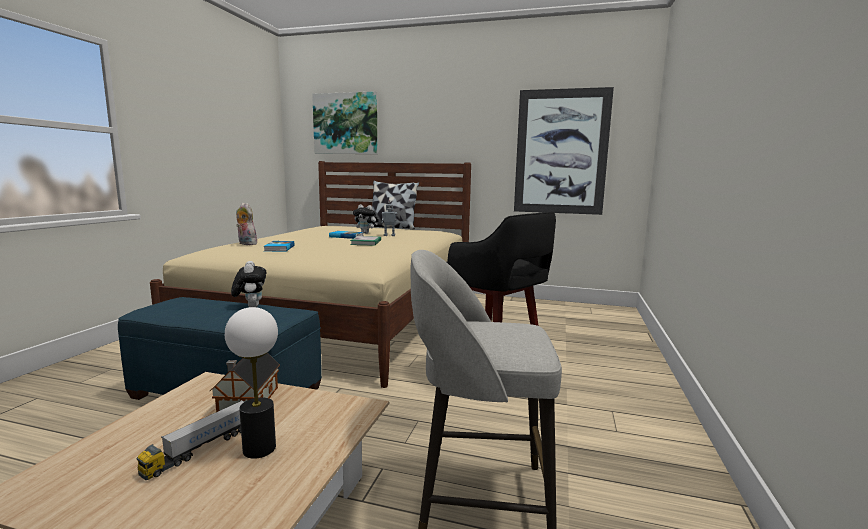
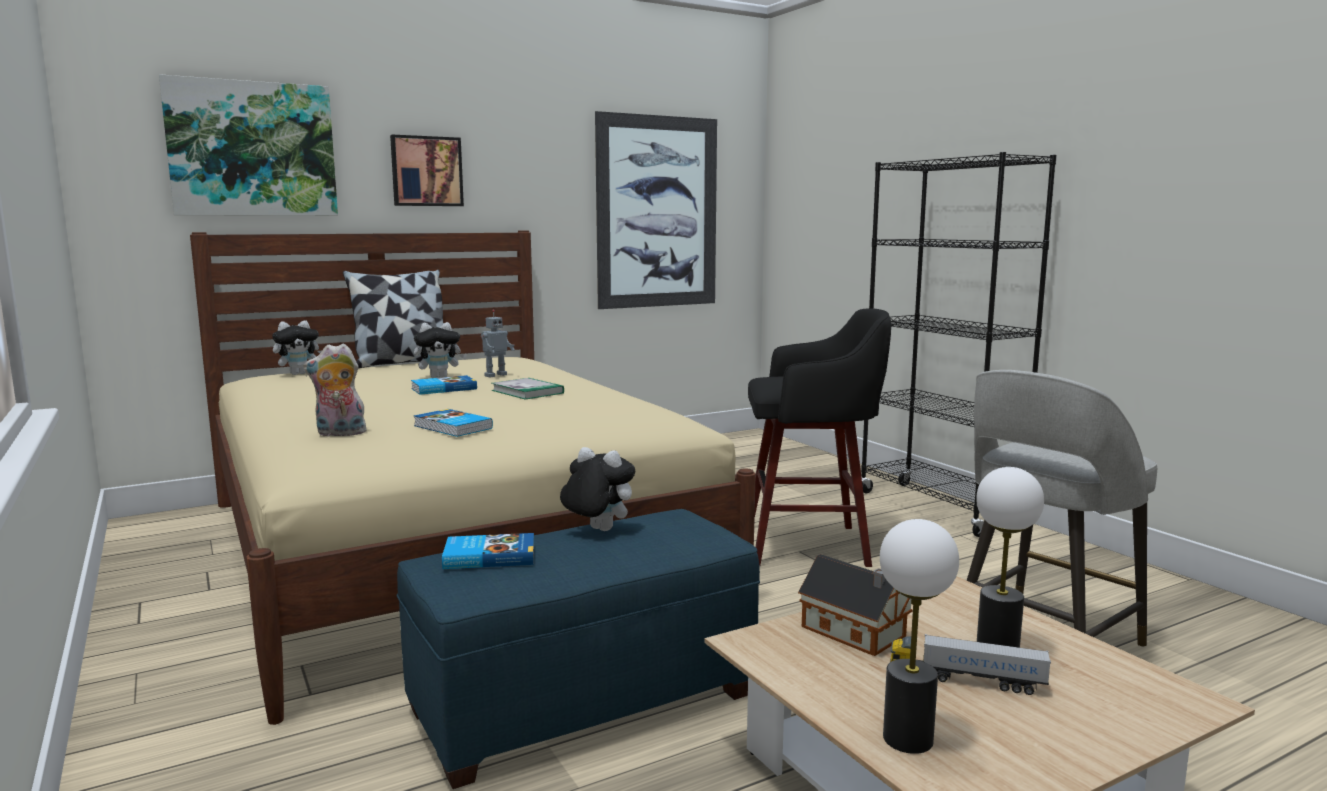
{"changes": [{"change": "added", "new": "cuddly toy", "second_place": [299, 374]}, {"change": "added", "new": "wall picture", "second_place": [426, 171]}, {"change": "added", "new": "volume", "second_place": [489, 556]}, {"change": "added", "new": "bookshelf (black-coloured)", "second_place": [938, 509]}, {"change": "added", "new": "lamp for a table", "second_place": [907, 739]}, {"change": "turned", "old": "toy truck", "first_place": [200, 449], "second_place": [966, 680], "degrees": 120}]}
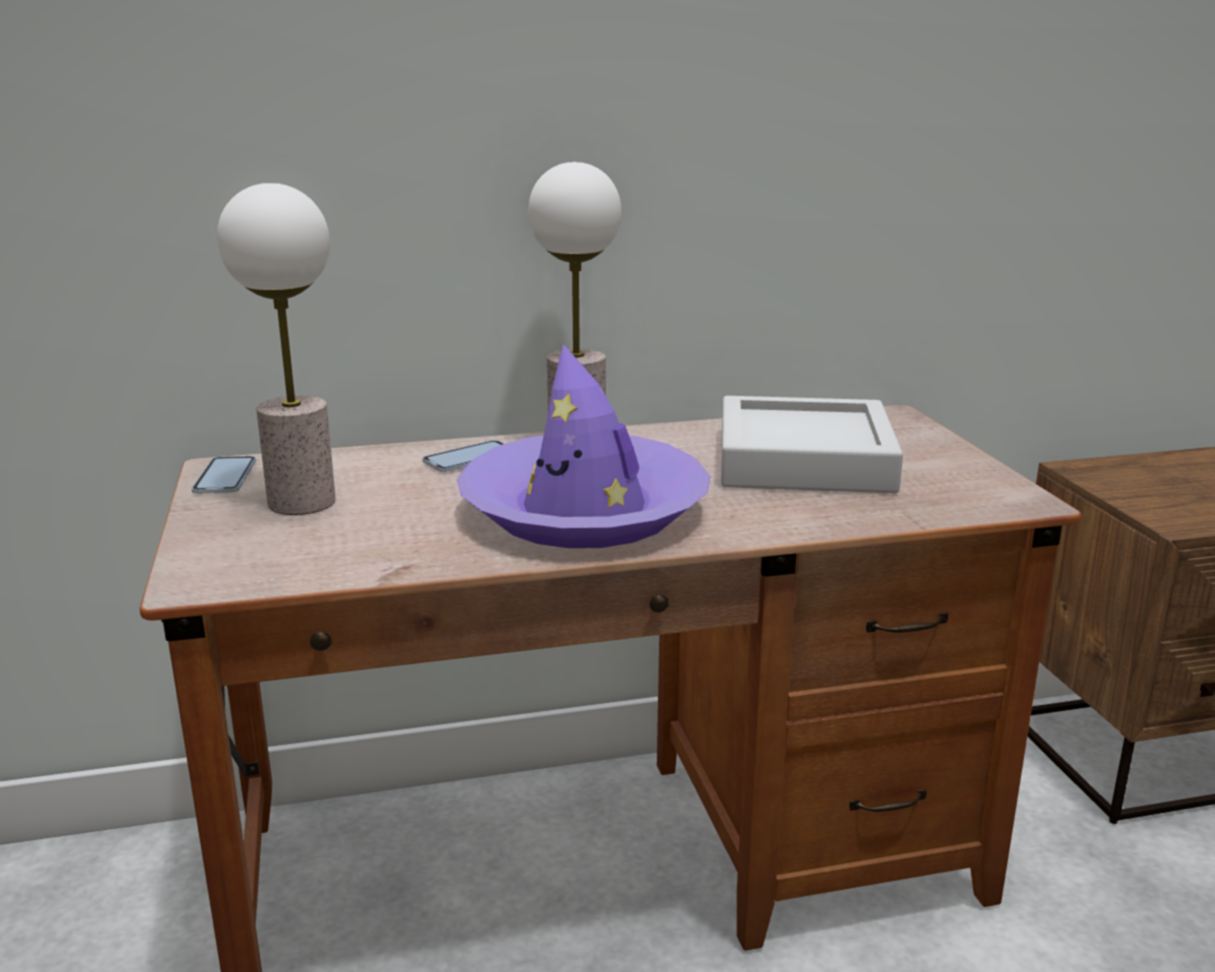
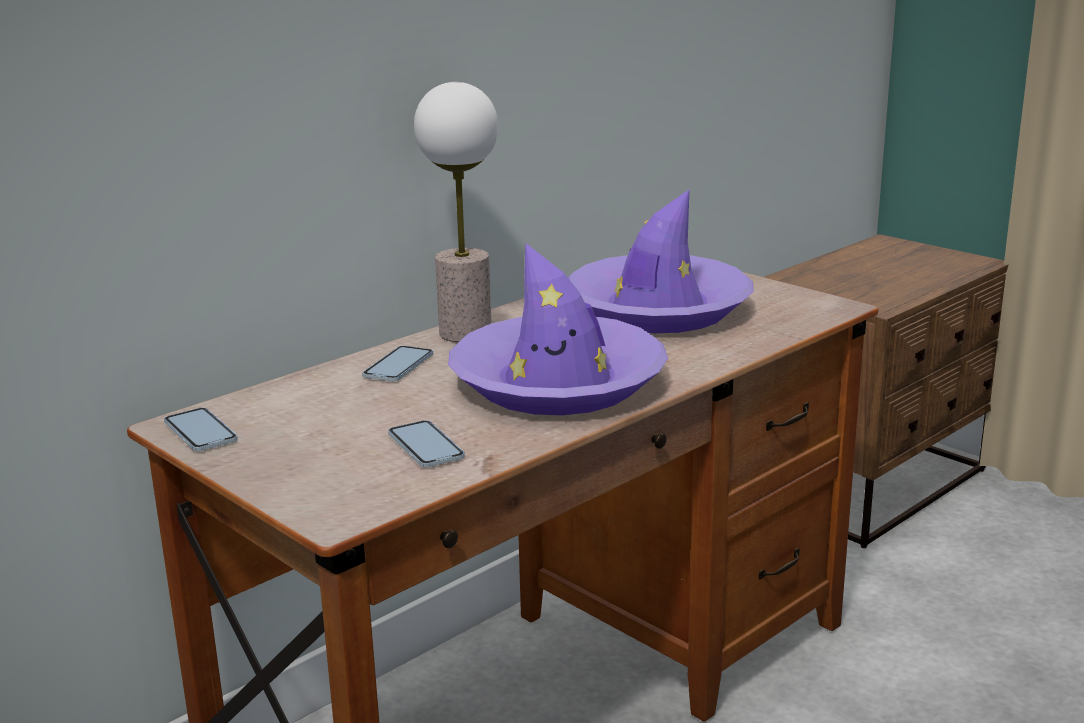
{"changes": [{"change": "added", "new": "telephone", "second_place": [425, 446]}, {"change": "replaced", "old": "tray (gray)", "new": "clothing hat (purplish)", "first_place": [804, 460], "second_place": [657, 310]}, {"change": "removed", "old": "lamp for a table", "first_place": [301, 502]}]}
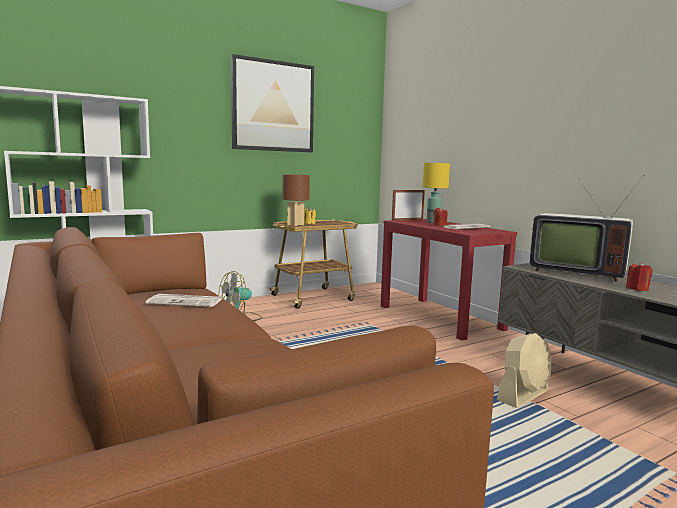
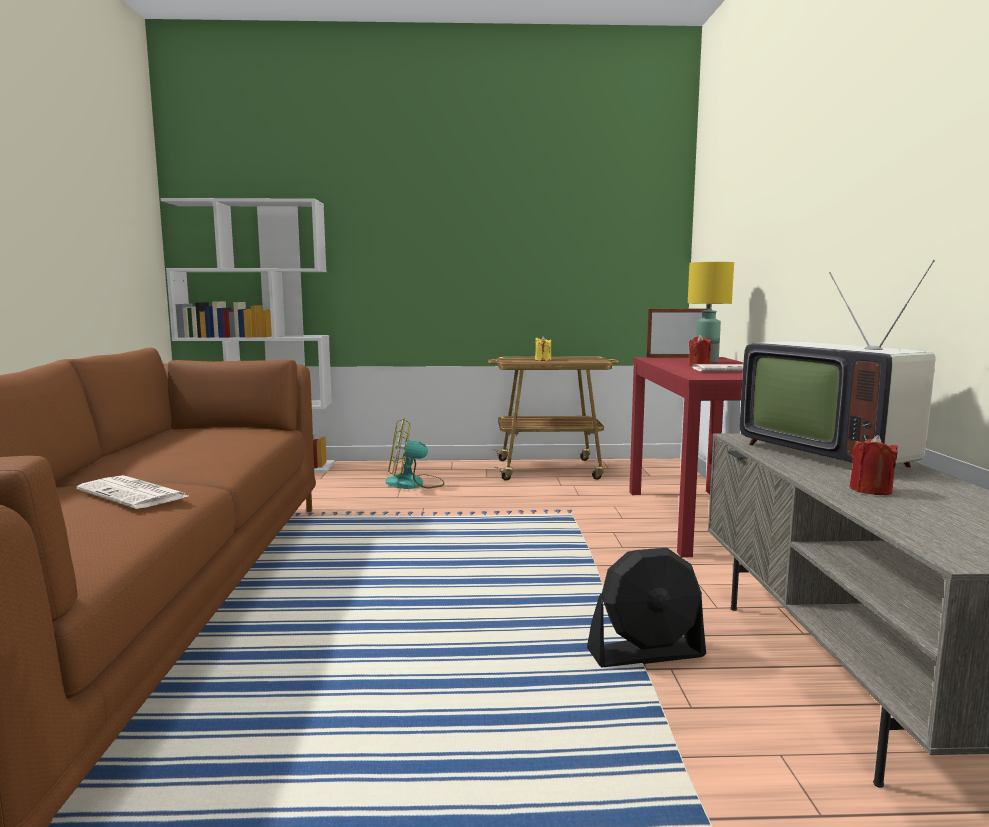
{"changes": [{"change": "moved", "old": "printed paper", "first_place": [186, 302], "second_place": [135, 494]}, {"change": "recoloured", "old": "cooling fan (sand-coloured)", "new": "cooling fan (black-coloured)", "first_place": [523, 395], "second_place": [646, 653]}, {"change": "removed", "old": "wall picture", "first_place": [273, 106]}, {"change": "removed", "old": "lamp for a table (brown-coloured)", "first_place": [295, 224]}]}
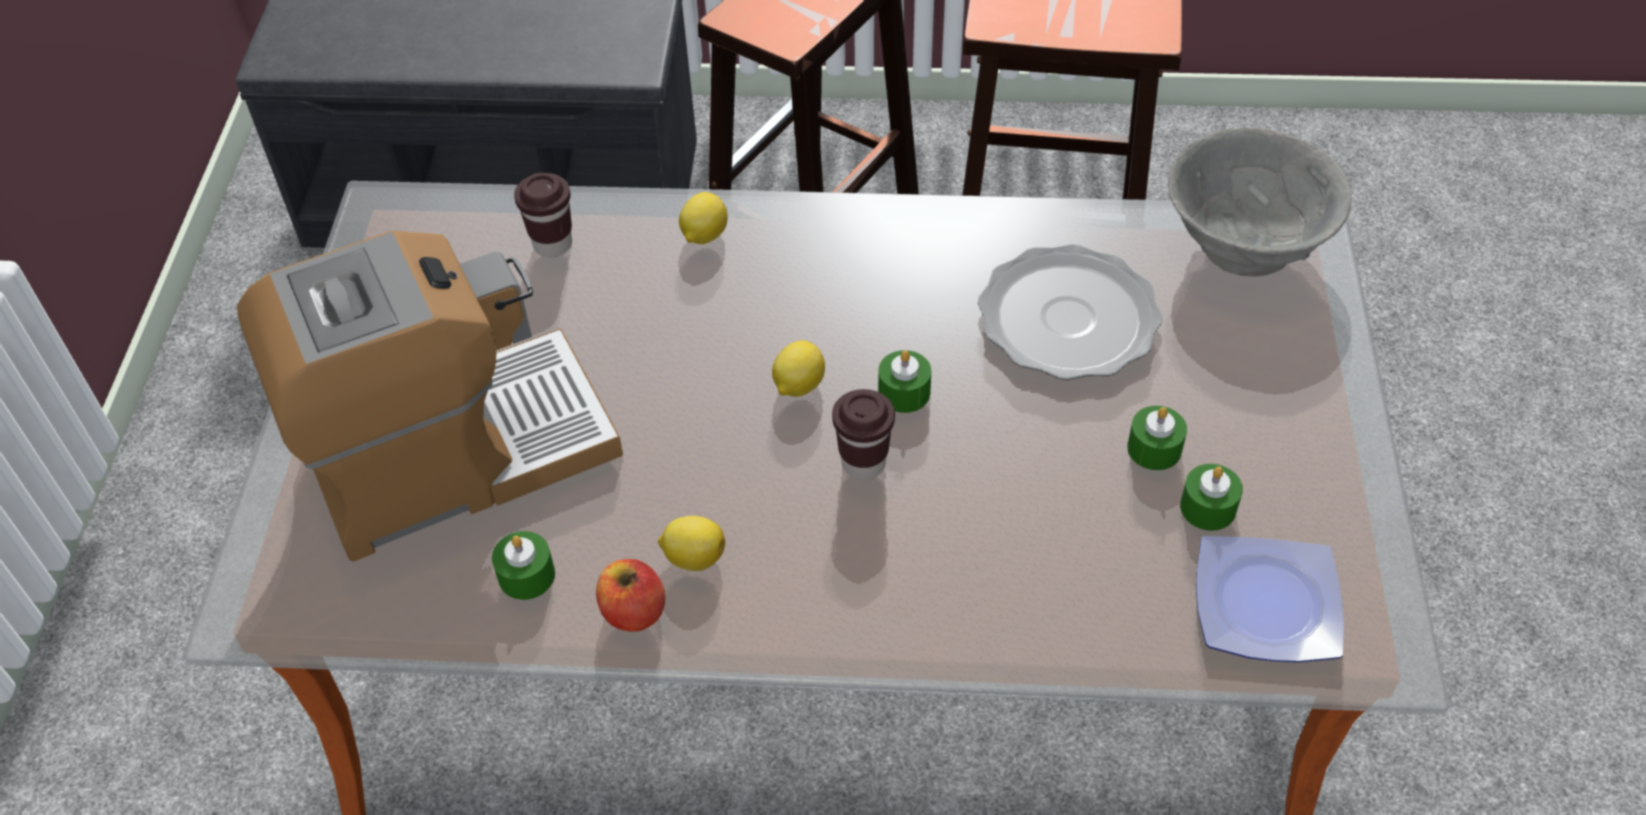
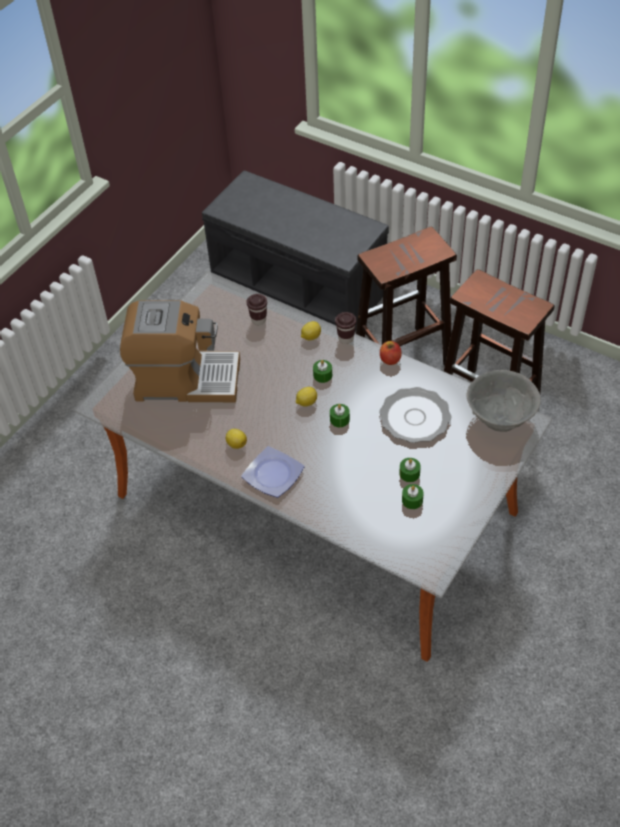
{"changes": [{"change": "moved", "old": "plate", "first_place": [1269, 607], "second_place": [273, 475]}, {"change": "moved", "old": "candle (green-coloured)", "first_place": [526, 575], "second_place": [322, 375]}, {"change": "moved", "old": "cup (brown-coloured)", "first_place": [863, 463], "second_place": [346, 338]}, {"change": "moved", "old": "apple fruit", "first_place": [633, 612], "second_place": [390, 359]}]}
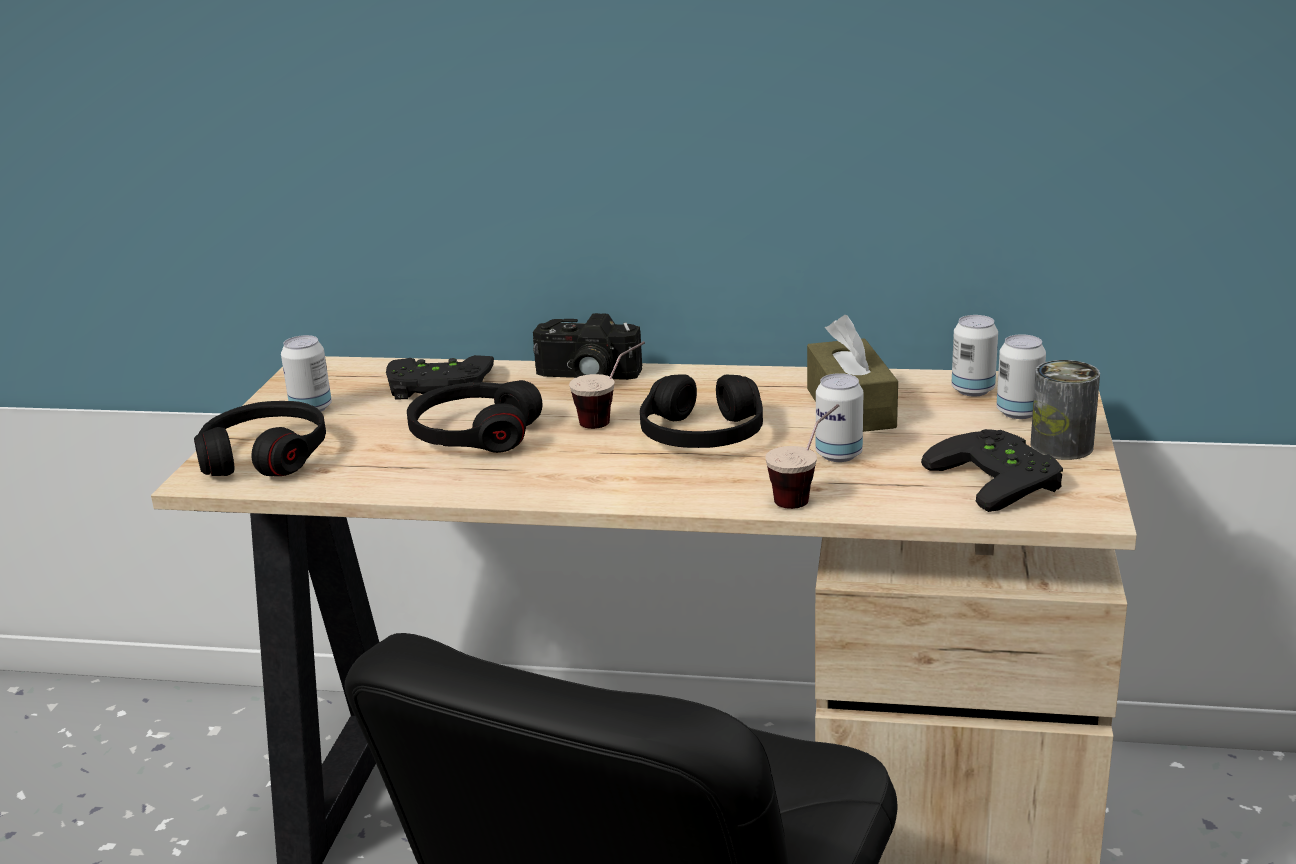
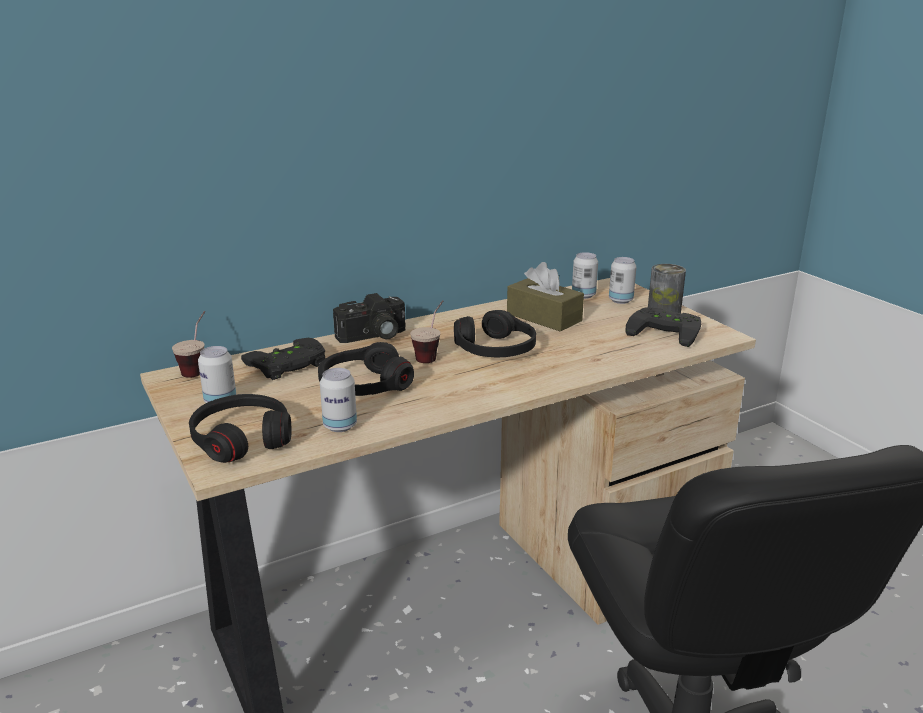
{"changes": [{"change": "moved", "old": "cup", "first_place": [806, 495], "second_place": [198, 368]}, {"change": "moved", "old": "can", "first_place": [838, 455], "second_place": [340, 426]}]}
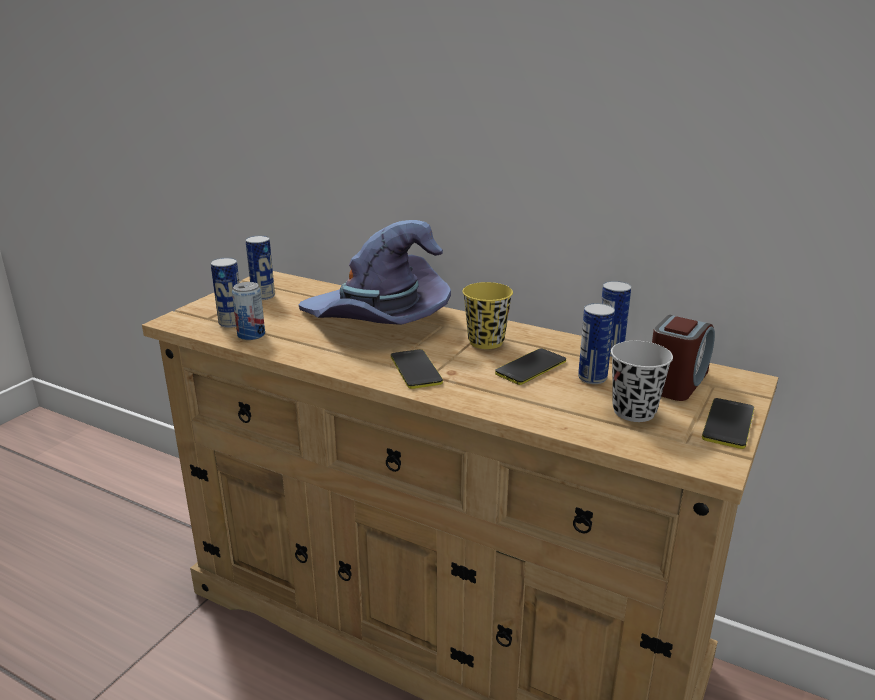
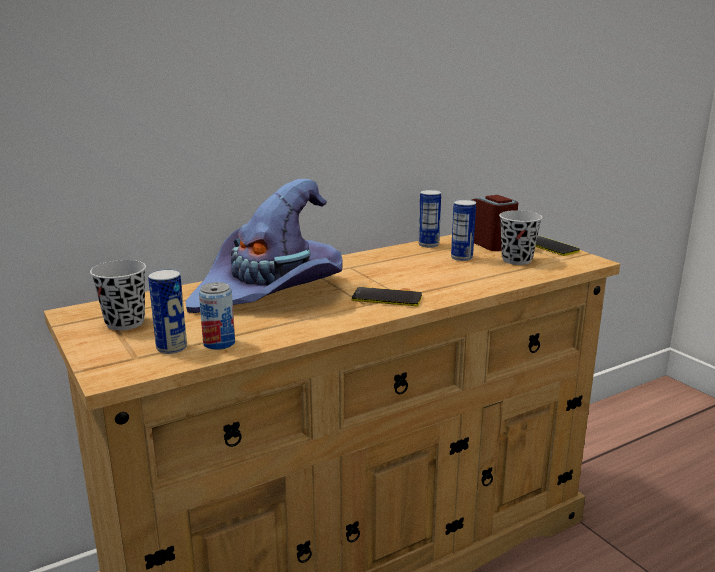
{"changes": [{"change": "replaced", "old": "can", "new": "cup (black-coloured)", "first_place": [263, 296], "second_place": [125, 323]}, {"change": "removed", "old": "cup (yellow-coloured)", "first_place": [486, 342]}, {"change": "removed", "old": "telephone", "first_place": [531, 367]}]}
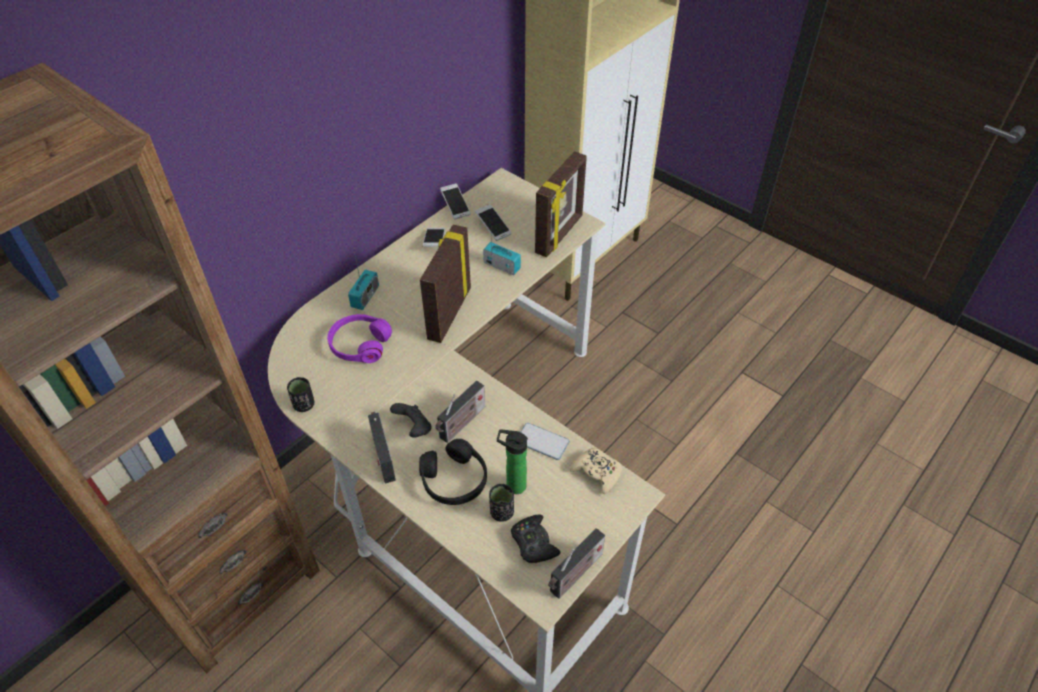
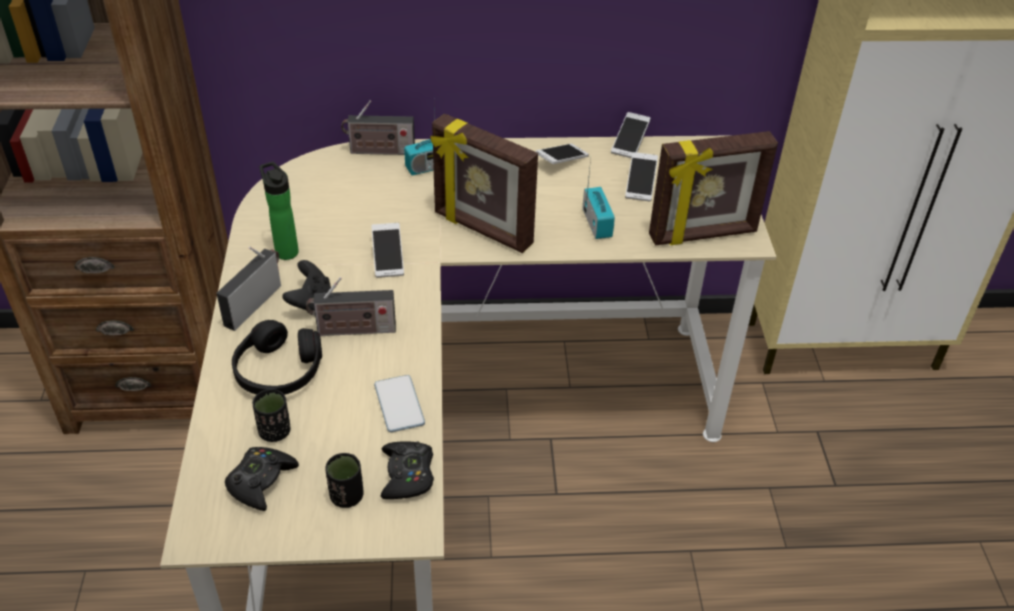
{"changes": [{"change": "moved", "old": "bottle", "first_place": [513, 485], "second_place": [285, 250]}, {"change": "moved", "old": "cup (black-coloured)", "first_place": [304, 405], "second_place": [347, 496]}, {"change": "moved", "old": "radio set", "first_place": [575, 575], "second_place": [379, 151]}, {"change": "added", "new": "telephone", "second_place": [388, 257]}, {"change": "recoloured", "old": "joypad (sand-coloured)", "new": "joypad (black-coloured)", "first_place": [597, 472], "second_place": [407, 475]}, {"change": "turned", "old": "picture frame", "first_place": [448, 313], "second_place": [482, 230], "degrees": -120}, {"change": "removed", "old": "headphones (purplish)", "first_place": [359, 344]}]}
